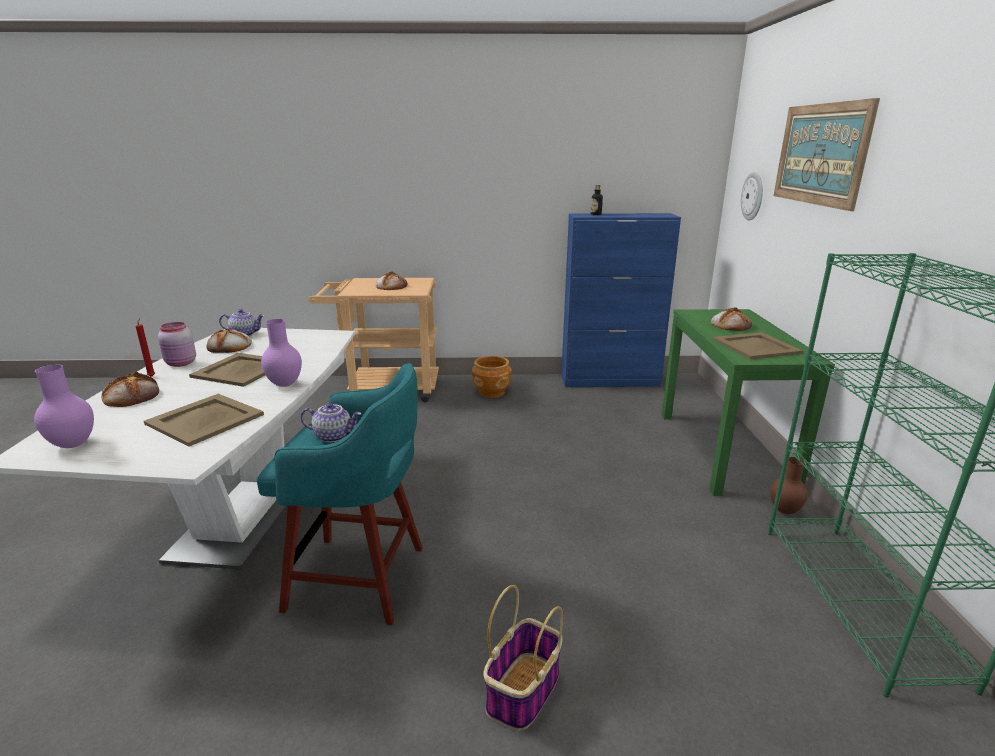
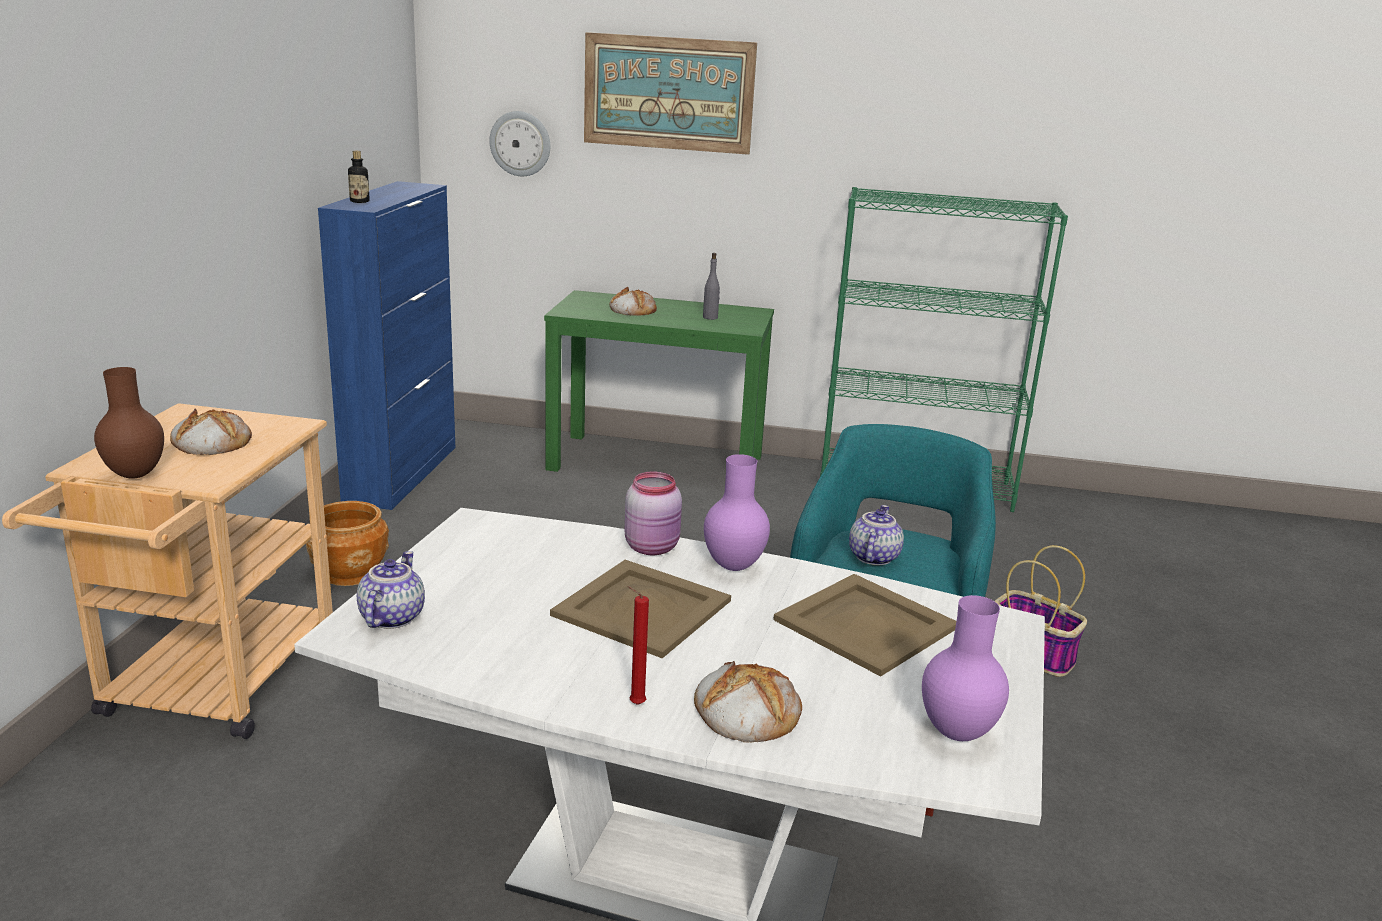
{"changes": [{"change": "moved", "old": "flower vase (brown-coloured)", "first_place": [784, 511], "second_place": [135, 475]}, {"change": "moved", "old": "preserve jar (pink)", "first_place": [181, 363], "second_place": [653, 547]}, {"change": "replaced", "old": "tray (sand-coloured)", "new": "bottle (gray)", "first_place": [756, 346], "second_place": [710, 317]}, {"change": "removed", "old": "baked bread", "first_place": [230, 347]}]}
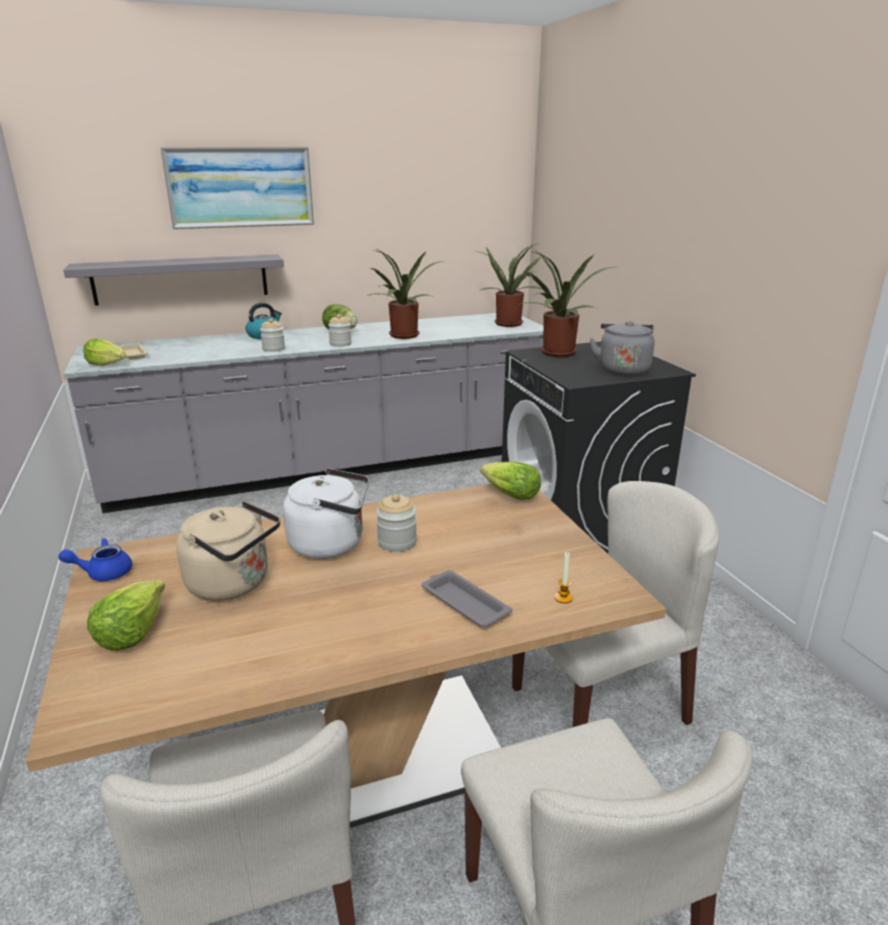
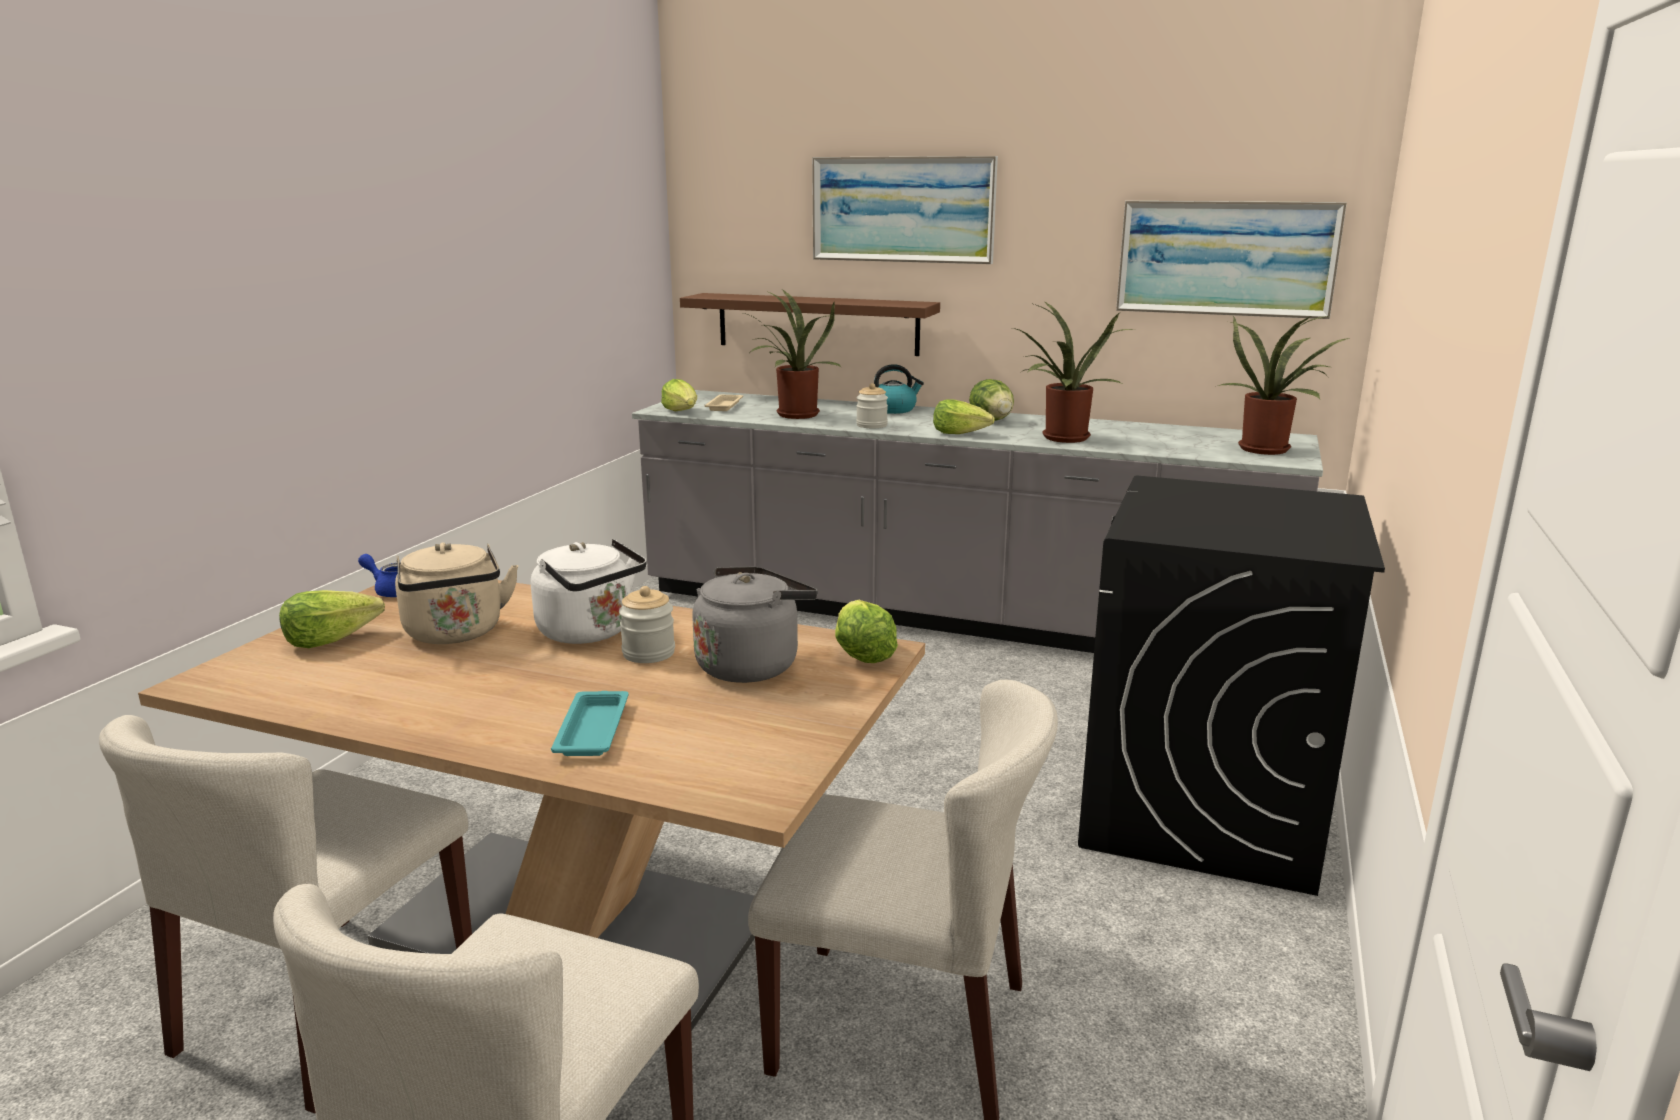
{"changes": [{"change": "recoloured", "old": "tray (gray)", "new": "tray (blue-green)", "first_place": [463, 603], "second_place": [593, 729]}, {"change": "recoloured", "old": "bracket shelf (gray)", "new": "bracket shelf (brown-coloured)", "first_place": [181, 279], "second_place": [817, 324]}, {"change": "moved", "old": "tea kettle (gray)", "first_place": [622, 369], "second_place": [751, 665]}, {"change": "moved", "old": "houseplant", "first_place": [558, 354], "second_place": [793, 415]}, {"change": "replaced", "old": "preserve jar", "new": "lettuce head", "first_place": [340, 344], "second_place": [960, 433]}, {"change": "added", "new": "wall picture", "second_place": [1226, 258]}, {"change": "removed", "old": "candle", "first_place": [563, 598]}]}
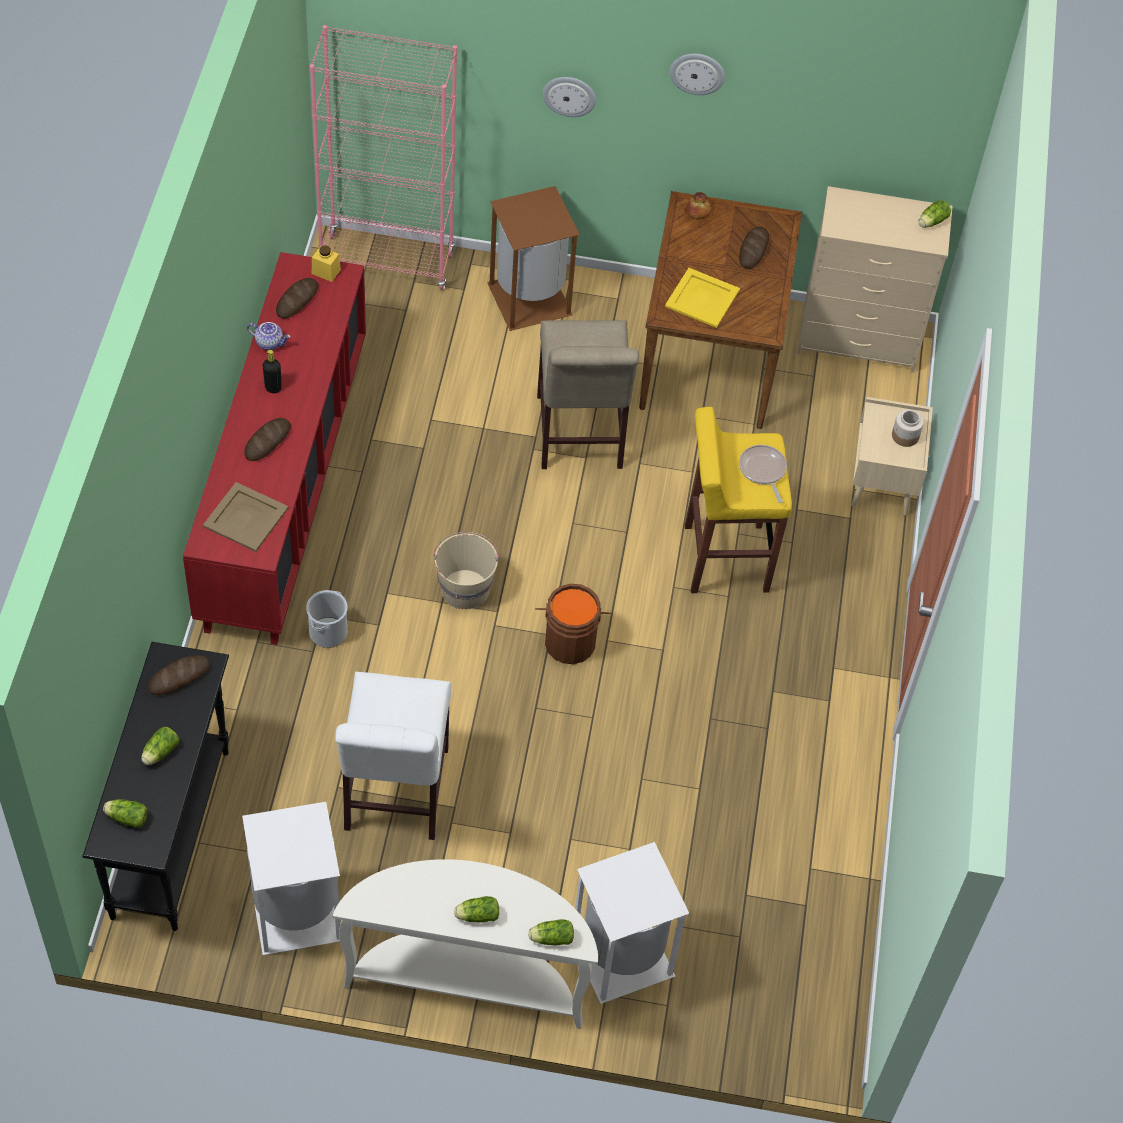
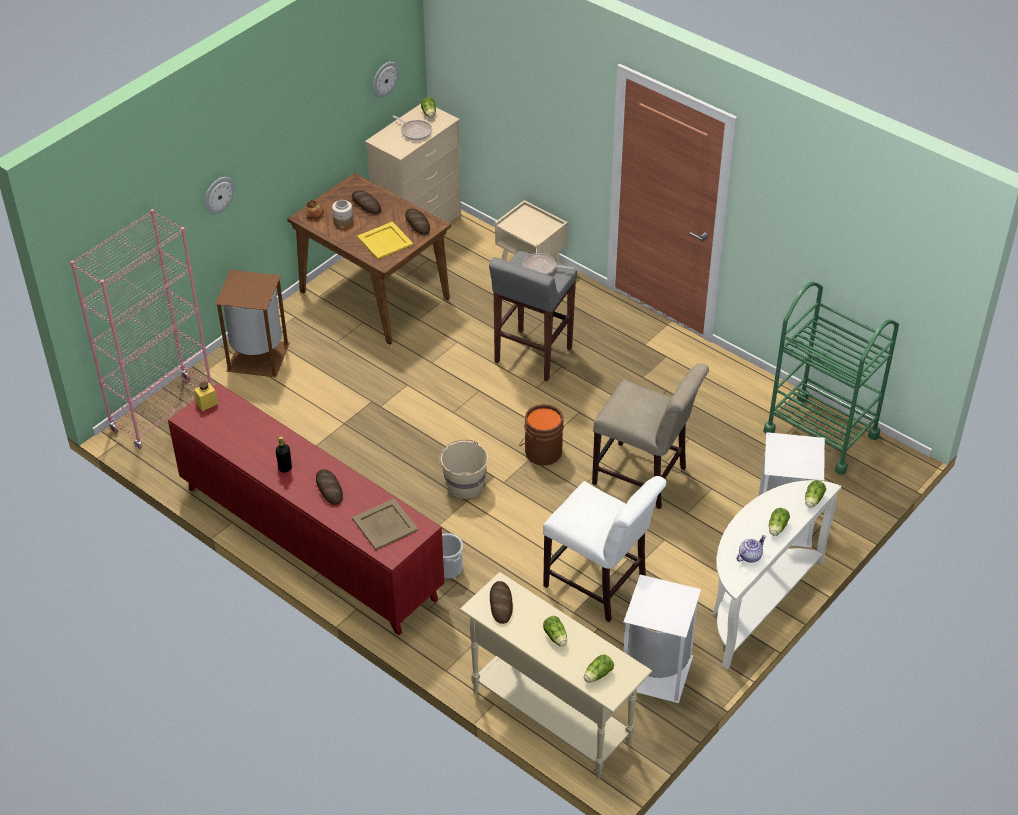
{"changes": [{"change": "moved", "old": "preserve jar", "first_place": [905, 436], "second_place": [343, 220]}, {"change": "moved", "old": "hanging clock", "first_place": [697, 73], "second_place": [384, 79]}, {"change": "added", "new": "skillet", "second_place": [415, 132]}, {"change": "moved", "old": "baked bread", "first_place": [297, 300], "second_place": [417, 223]}, {"change": "recoloured", "old": "narrow table (black-coloured)", "new": "narrow table (sand-coloured)", "first_place": [171, 832], "second_place": [551, 717]}, {"change": "recoloured", "old": "stool seat (yellow-coloured)", "new": "stool seat (gray)", "first_place": [724, 558], "second_place": [532, 356]}, {"change": "moved", "old": "upright chair (sand-coloured)", "first_place": [579, 437], "second_place": [644, 478]}, {"change": "moved", "old": "tea pot", "first_place": [270, 343], "second_place": [749, 556]}, {"change": "added", "new": "wheeled cart (green-coloured)", "second_place": [821, 433]}]}
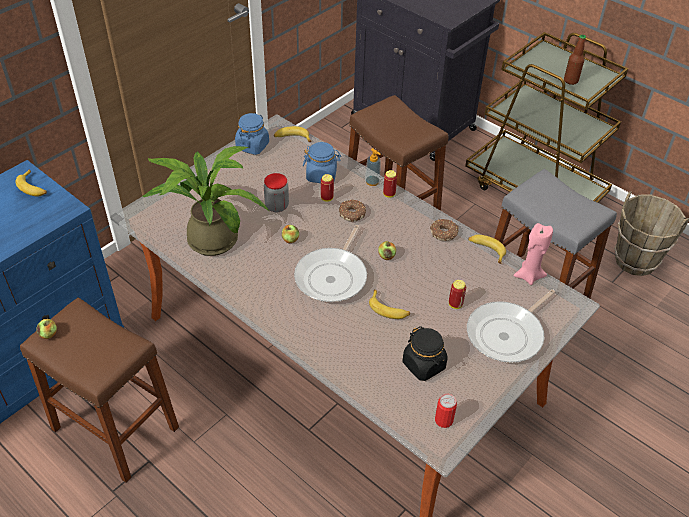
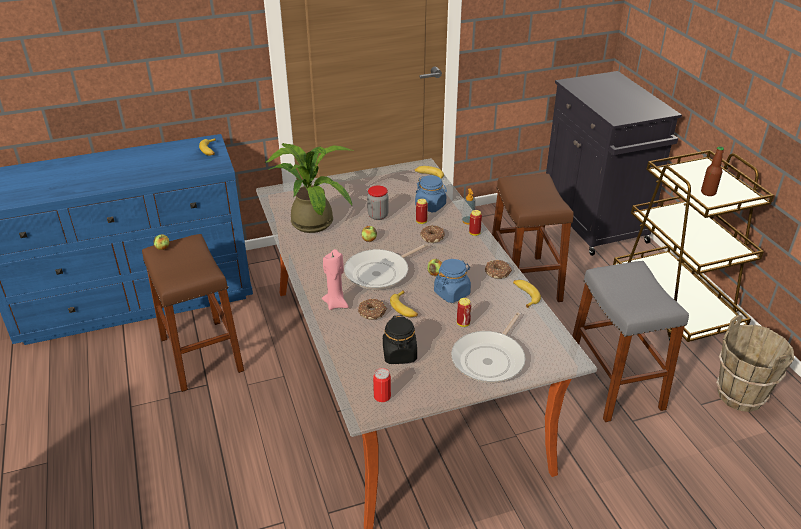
{"changes": [{"change": "moved", "old": "candle (pink)", "first_place": [528, 276], "second_place": [336, 303]}, {"change": "added", "new": "ring doughnut", "second_place": [372, 313]}, {"change": "moved", "old": "preserve jar (blue)", "first_place": [252, 146], "second_place": [452, 293]}, {"change": "turned", "old": "skillet", "first_place": [507, 334], "second_place": [490, 359], "degrees": -45}]}
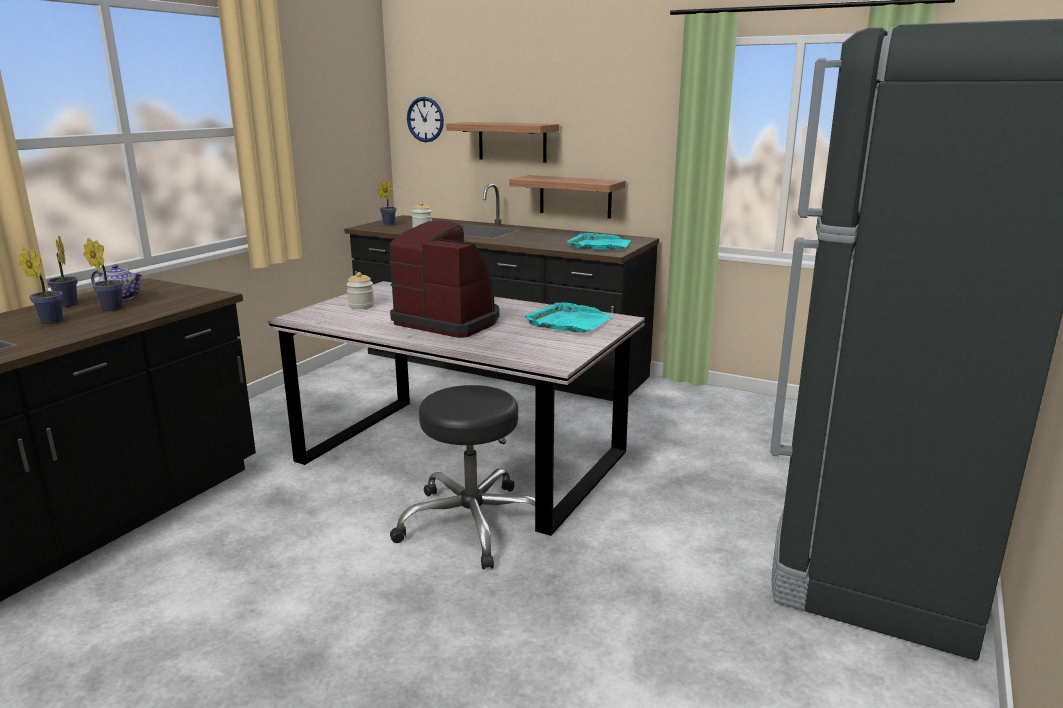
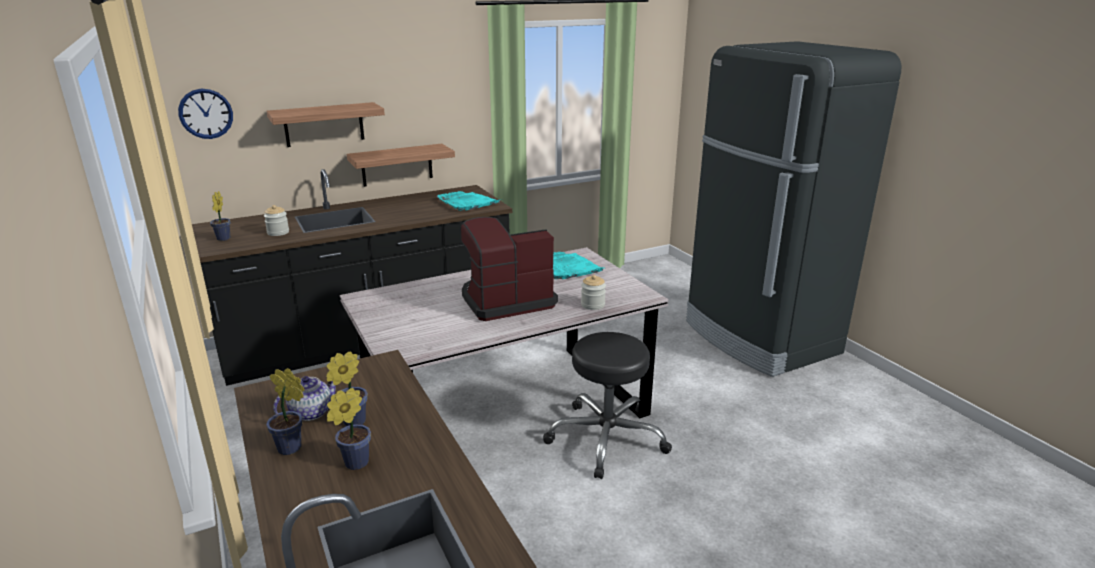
{"changes": [{"change": "moved", "old": "preserve jar", "first_place": [361, 306], "second_place": [593, 305]}]}
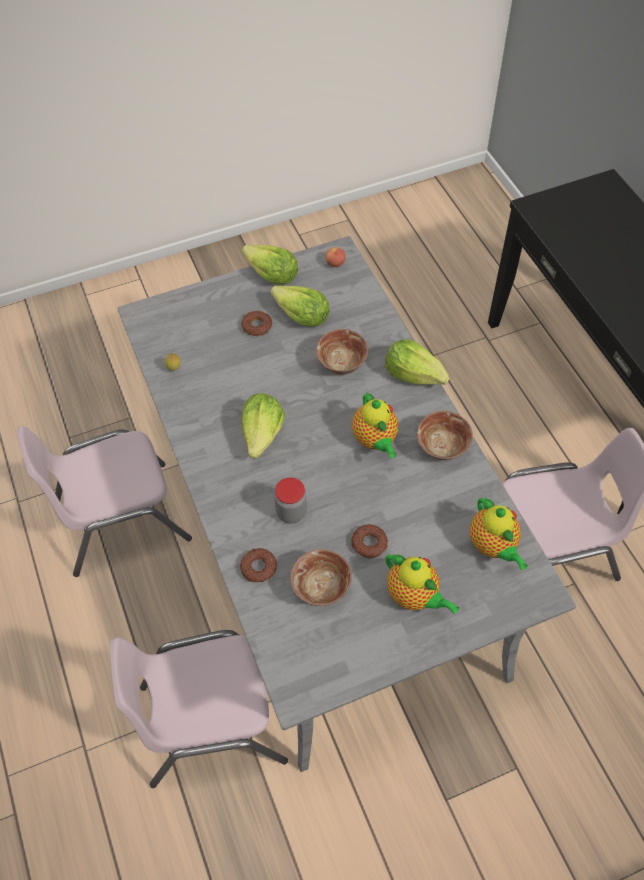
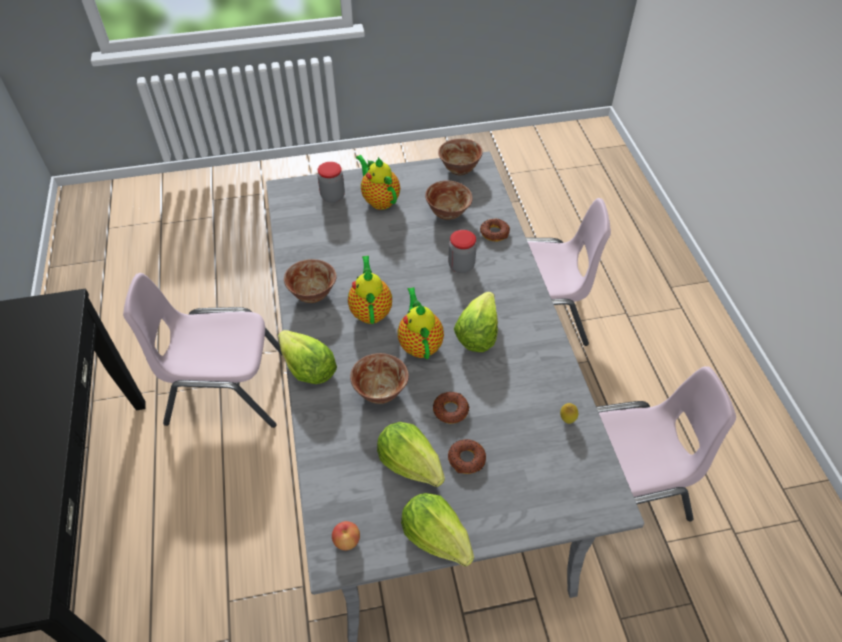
{"changes": [{"change": "added", "new": "preserve jar", "second_place": [332, 196]}, {"change": "moved", "old": "tea pot", "first_place": [493, 546], "second_place": [419, 343]}, {"change": "moved", "old": "ring doughnut", "first_place": [369, 543], "second_place": [450, 410]}, {"change": "added", "new": "bowl", "second_place": [459, 169]}]}
